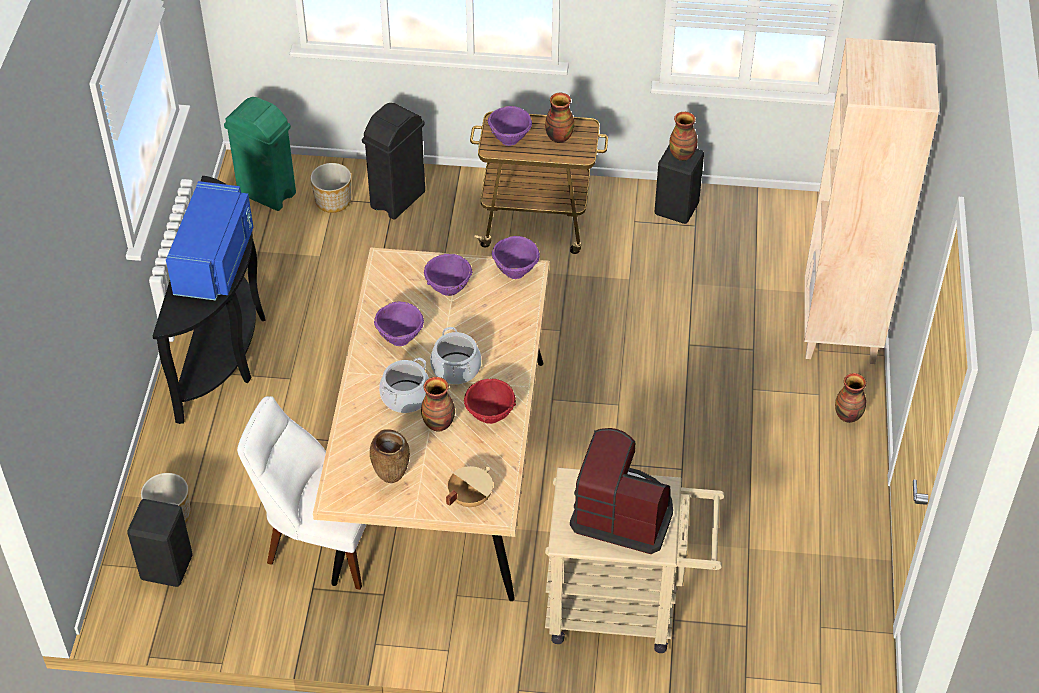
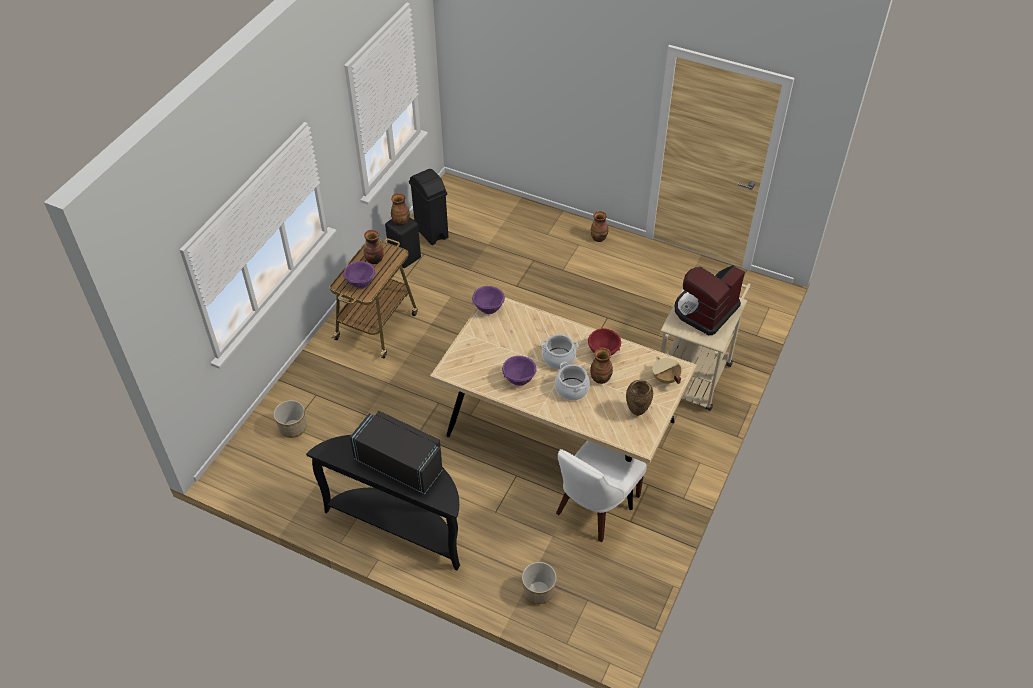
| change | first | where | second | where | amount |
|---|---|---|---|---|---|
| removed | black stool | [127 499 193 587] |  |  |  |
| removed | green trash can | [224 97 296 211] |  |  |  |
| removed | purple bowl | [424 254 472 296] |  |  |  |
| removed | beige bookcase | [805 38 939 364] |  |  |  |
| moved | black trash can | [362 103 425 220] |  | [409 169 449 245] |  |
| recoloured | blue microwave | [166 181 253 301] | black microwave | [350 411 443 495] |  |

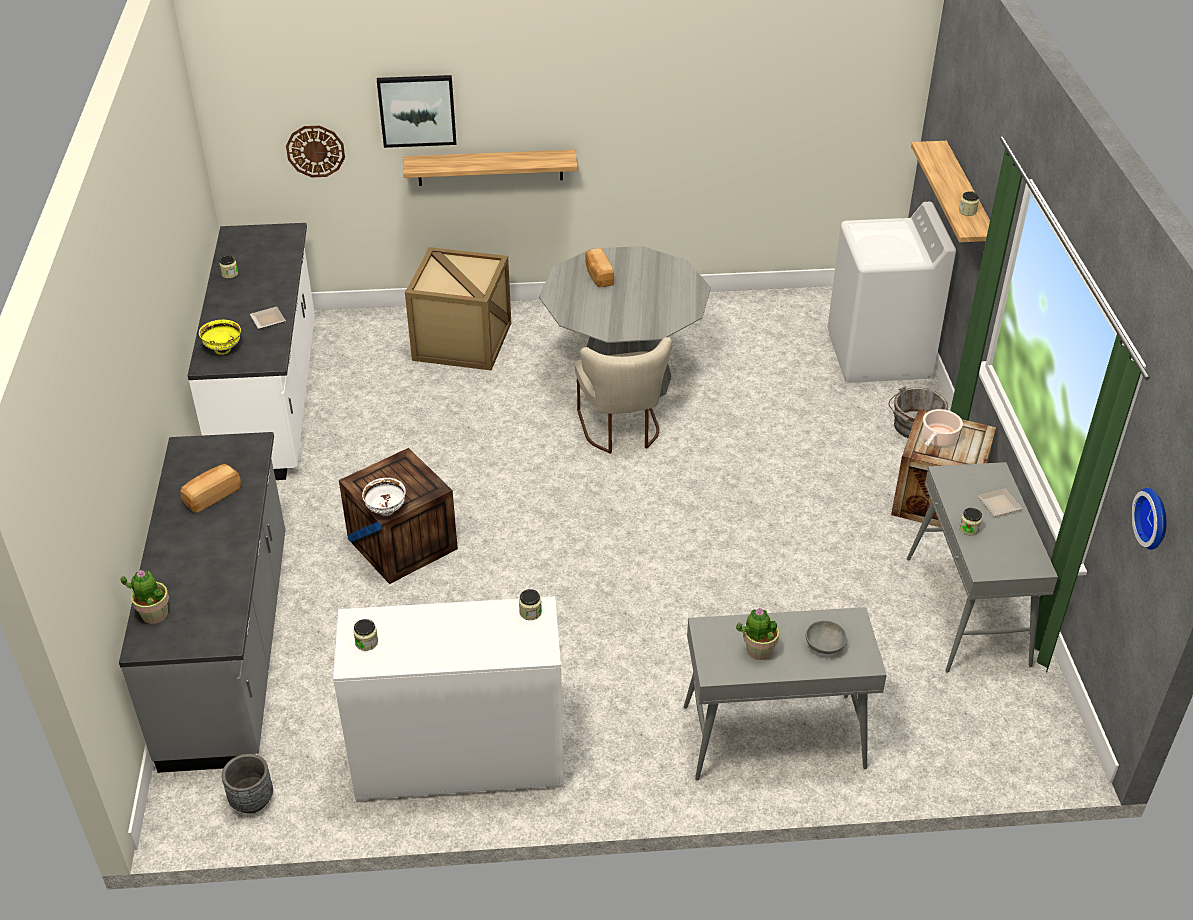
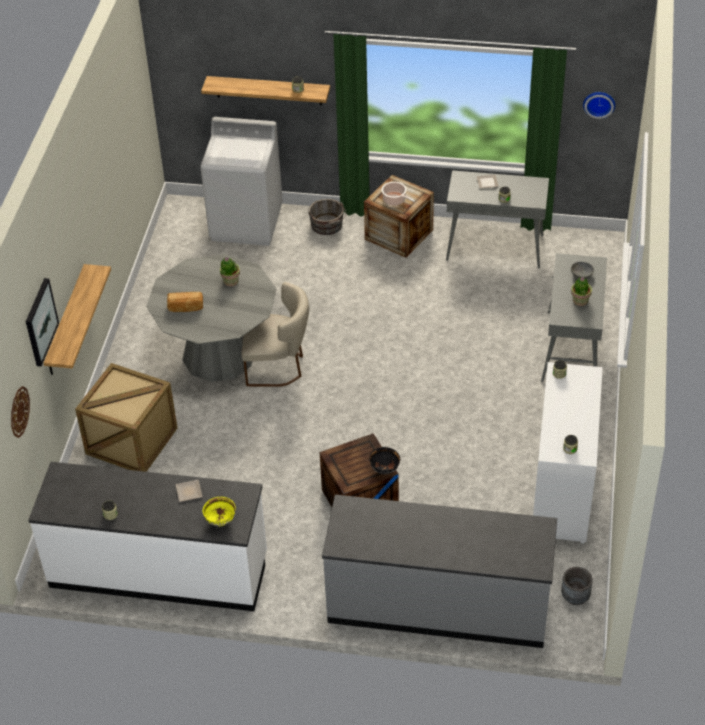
| change | first | where | second | where | amount |
|---|---|---|---|---|---|
| removed | bread | [180 464 241 513] |  |  |  |
| moved | potted plant | [121 570 169 624] |  | [220 257 240 286] |  |
| recoloured | white bowl | [362 478 406 516] | black bowl | [369 447 400 474] |  |

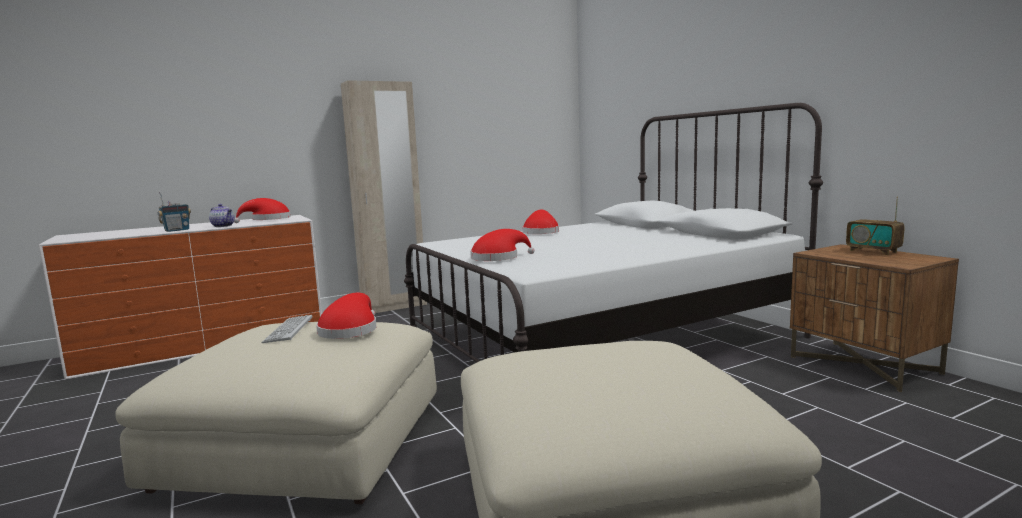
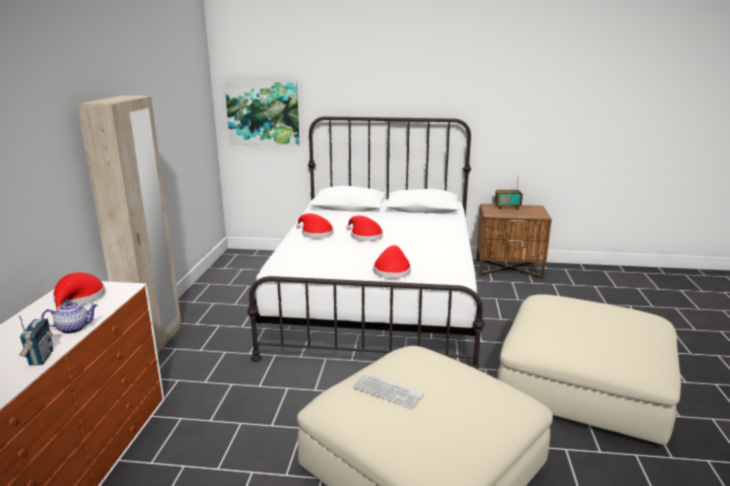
| change | first | where | second | where | amount |
|---|---|---|---|---|---|
| added |  |  | picture | [225 81 300 146] |  |
| moved | red hat | [316 293 376 339] |  | [346 216 383 241] |  |

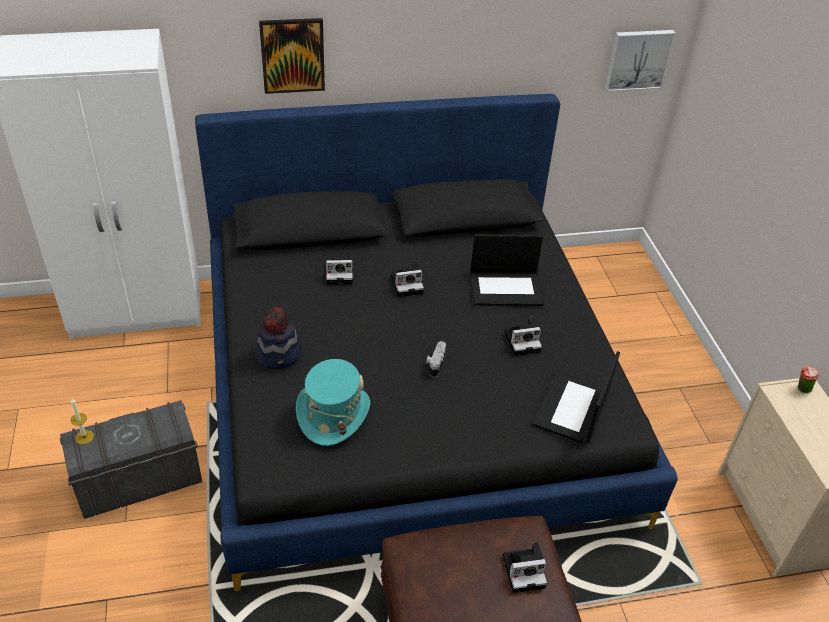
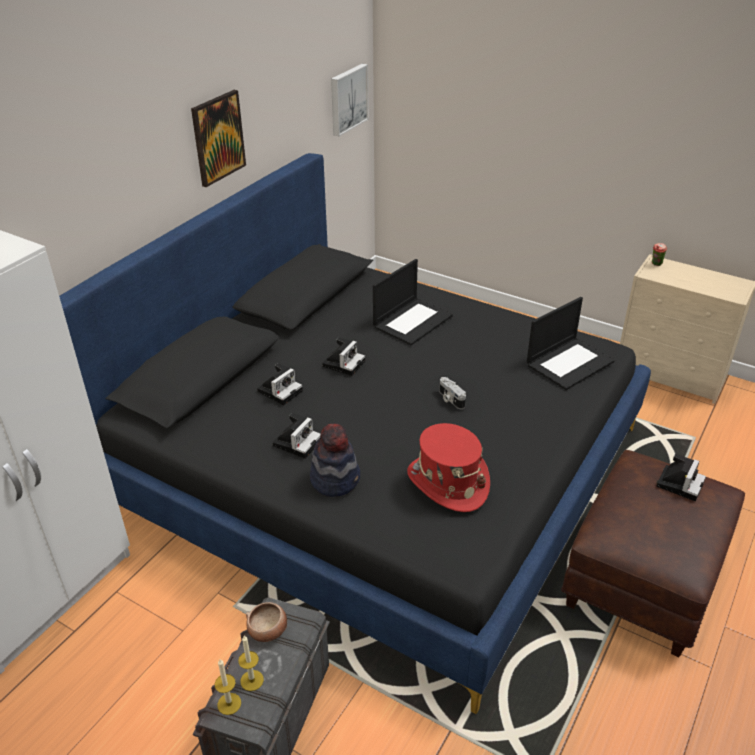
| change | first | where | second | where | amount |
|---|---|---|---|---|---|
| added |  |  | candle | [238 636 264 691] |  |
| added |  |  | bowl | [246 602 287 642] |  |
| moved | picture | [259 18 325 94] |  | [191 90 246 187] |  |
| moved | photo camera | [504 317 542 356] |  | [273 413 321 459] |  |
| recoloured | turquoise hat | [296 359 370 446] | red hat | [407 423 490 512] |  |
| turned | laptop | [532 351 620 444] |  | [527 297 615 390] | 105 degrees counterclockwise |

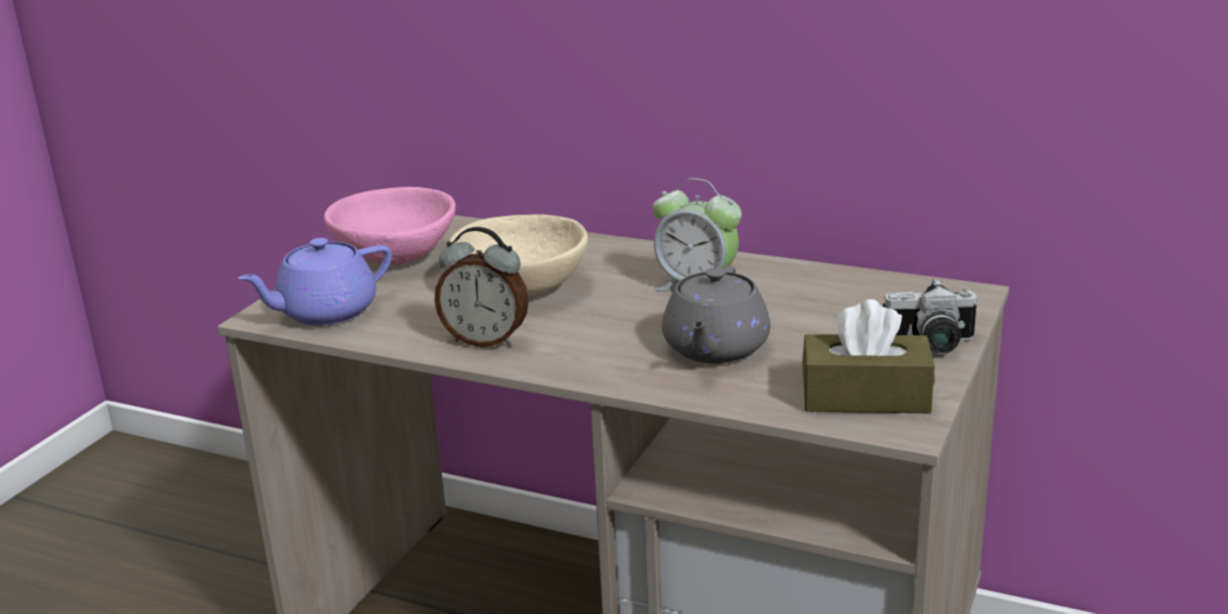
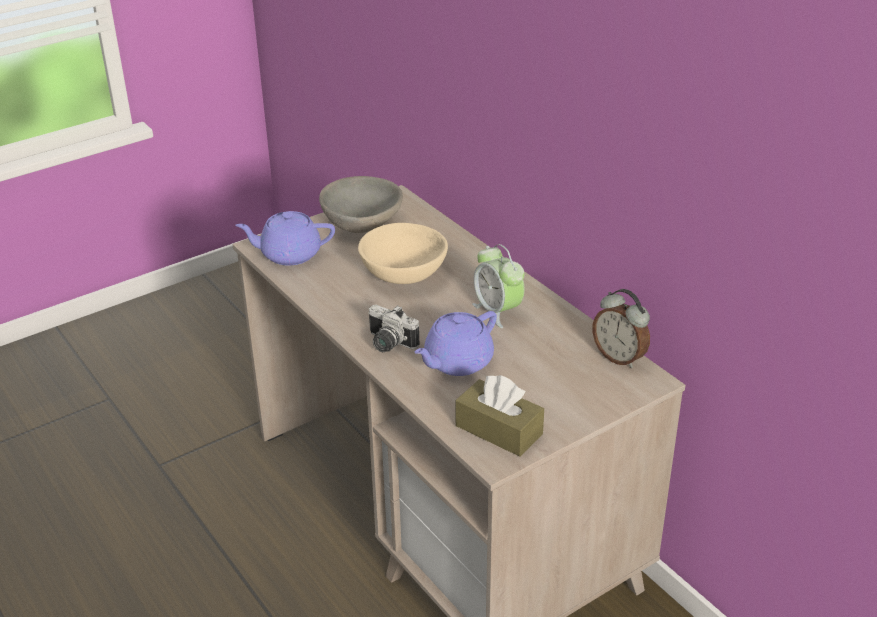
| change | first | where | second | where | amount |
|---|---|---|---|---|---|
| moved | alarm clock | [434 227 529 347] |  | [593 289 650 368] |  |
| moved | photo camera | [883 279 977 353] |  | [368 305 419 352] |  |
| recoloured | pink bowl | [324 187 456 265] | grey bowl | [319 176 403 233] |  |
| recoloured | grey teapot | [662 266 770 364] | purple teapot | [414 311 497 376] |  |

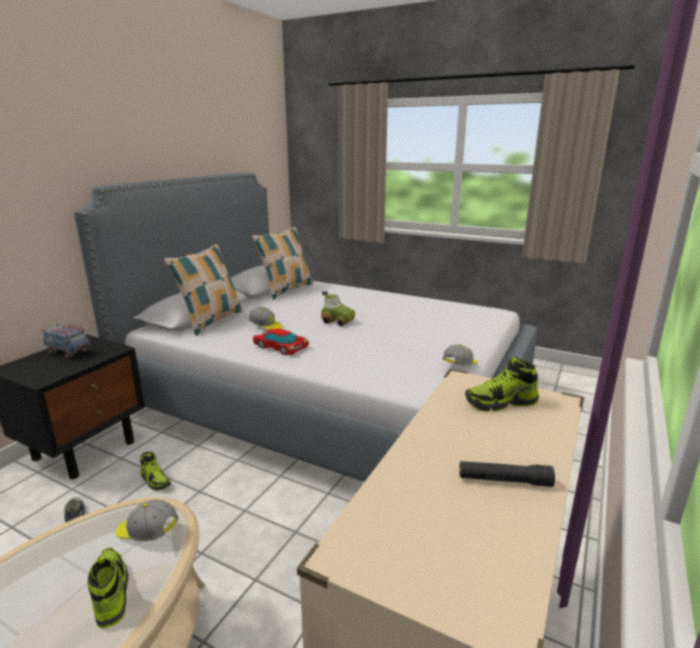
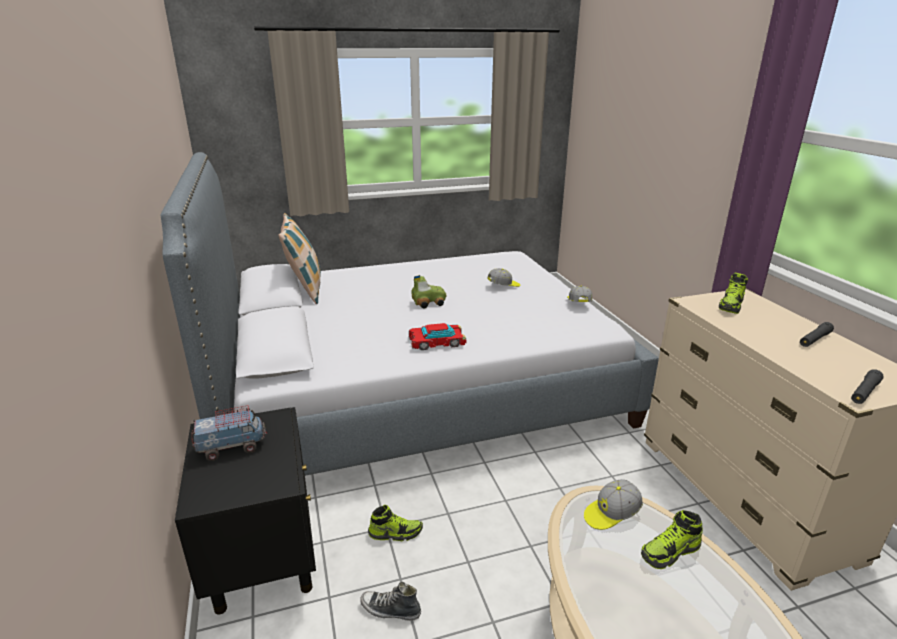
| change | first | where | second | where | amount |
|---|---|---|---|---|---|
| removed | pillow | [164 244 243 336] |  |  |  |
| added |  |  | black flashlight | [851 369 884 404] |  |
| moved | cap | [249 307 283 330] |  | [487 268 520 287] |  |
| turned | shoe | [87 548 129 628] |  | [641 510 703 569] | 45 degrees counterclockwise |

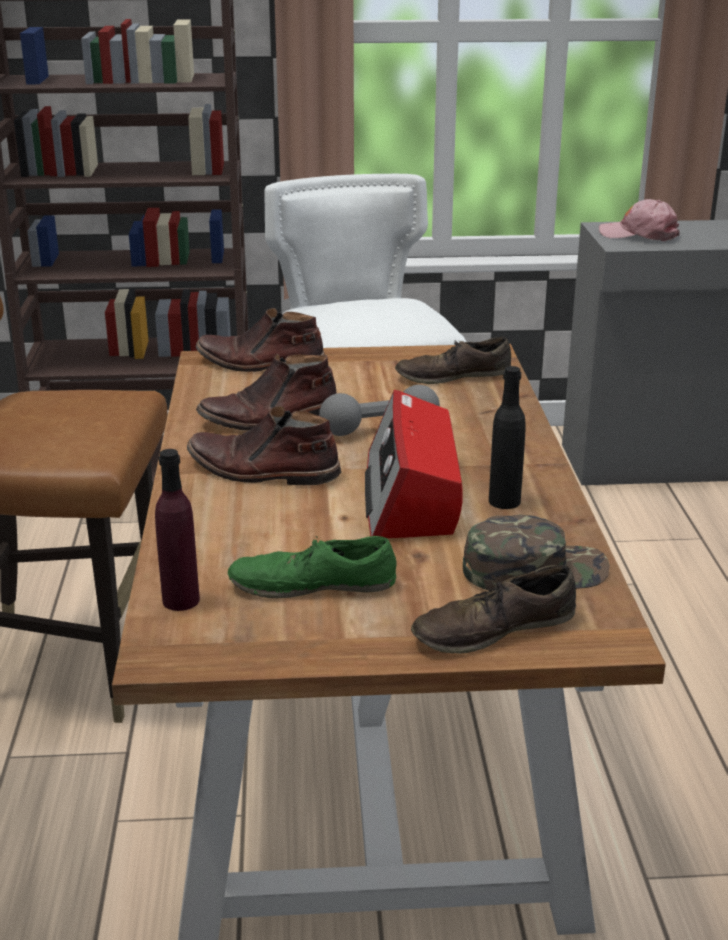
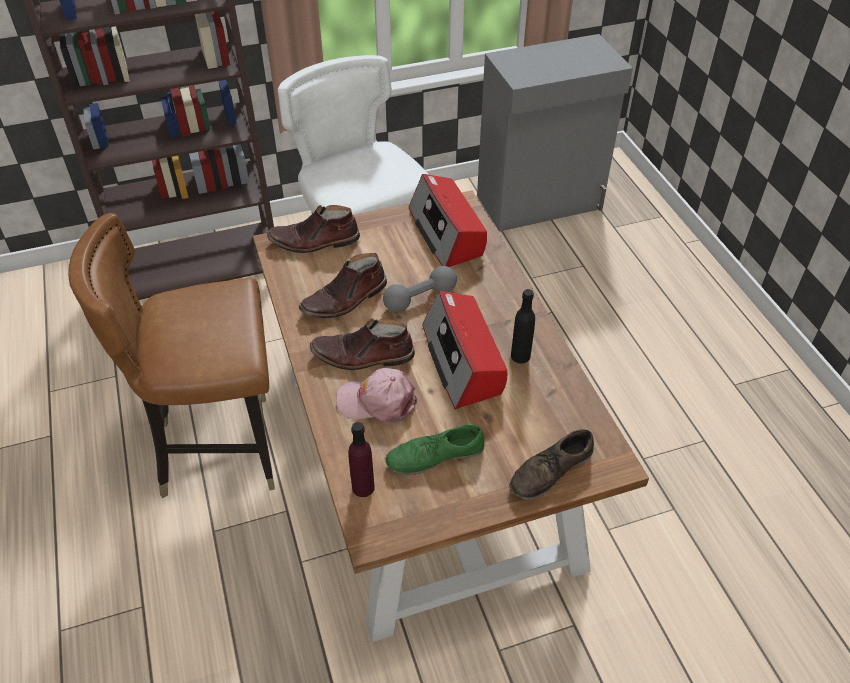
| change | first | where | second | where | amount |
|---|---|---|---|---|---|
| removed | green cap | [463 515 610 591] |  |  |  |
| moved | pink cap | [599 199 680 241] |  | [336 368 417 423] |  |
| replaced | brown shoe | [395 337 511 384] | radio | [409 174 487 267] |  |

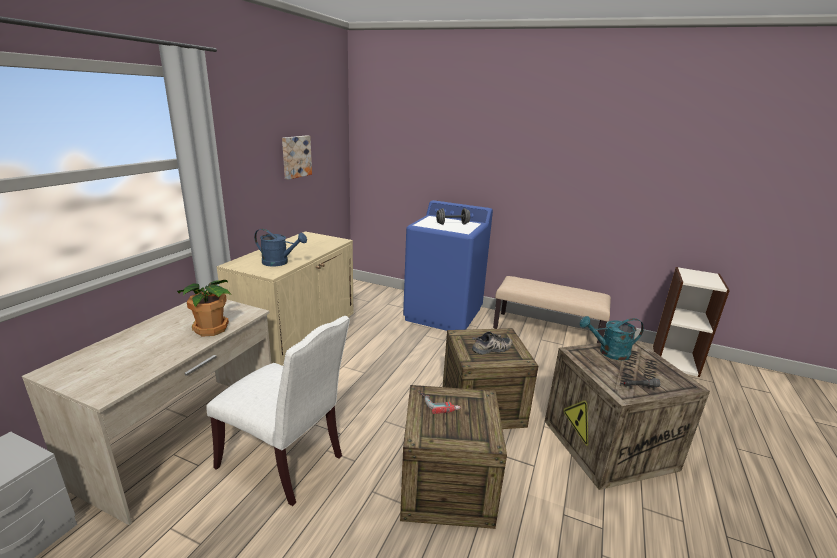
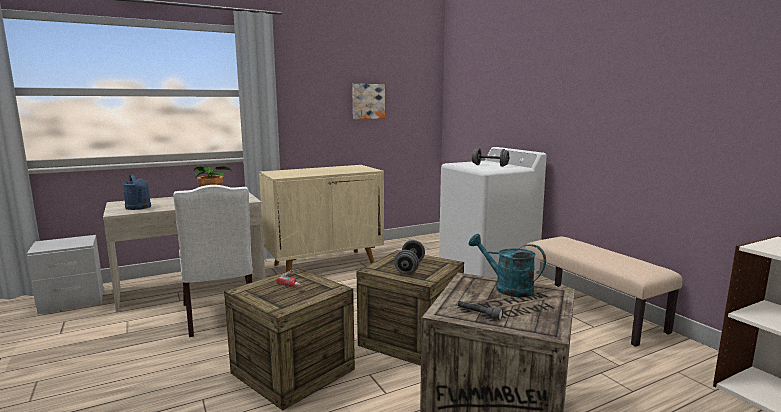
| change | first | where | second | where | amount |
|---|---|---|---|---|---|
| moved | blue watering can | [254 229 307 266] |  | [122 174 151 210] |  |
| replaced | shoe | [472 331 512 354] | grey dumbbell | [394 240 425 274] |  |
| recoloured | blue washing machine | [403 200 493 331] | white washing machine | [439 147 546 278] |  |

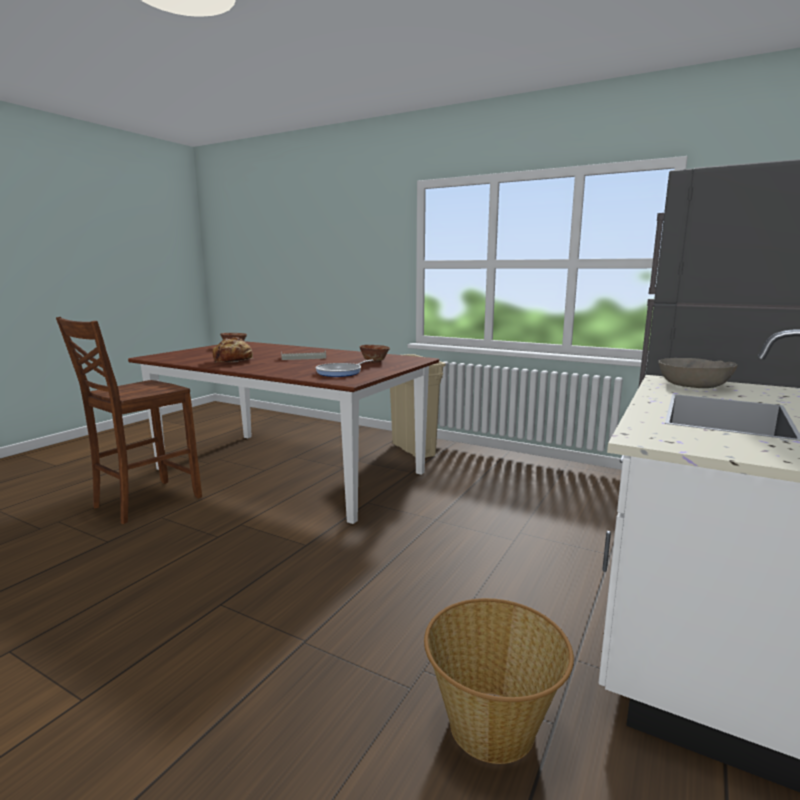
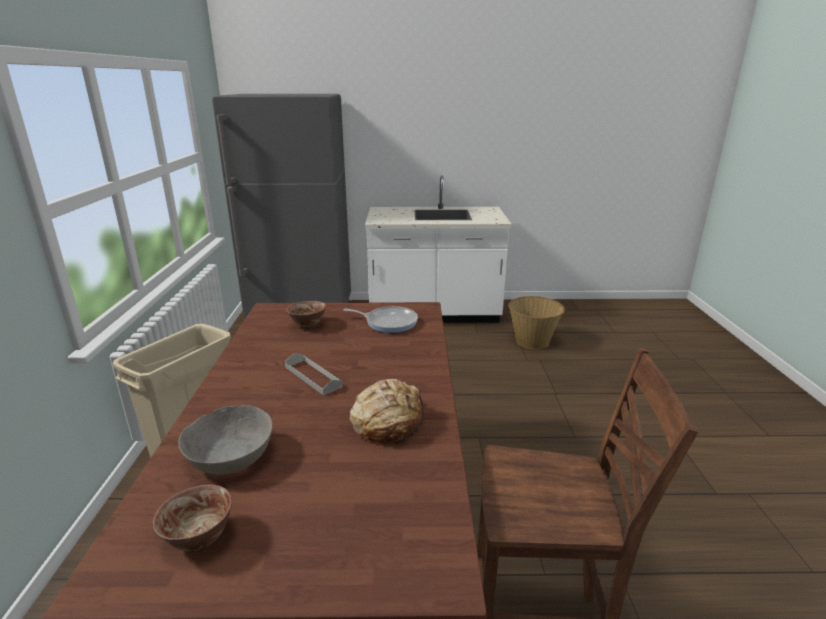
| change | first | where | second | where | amount |
|---|---|---|---|---|---|
| moved | grey bowl | [659 358 738 388] |  | [178 405 272 475] |  |

